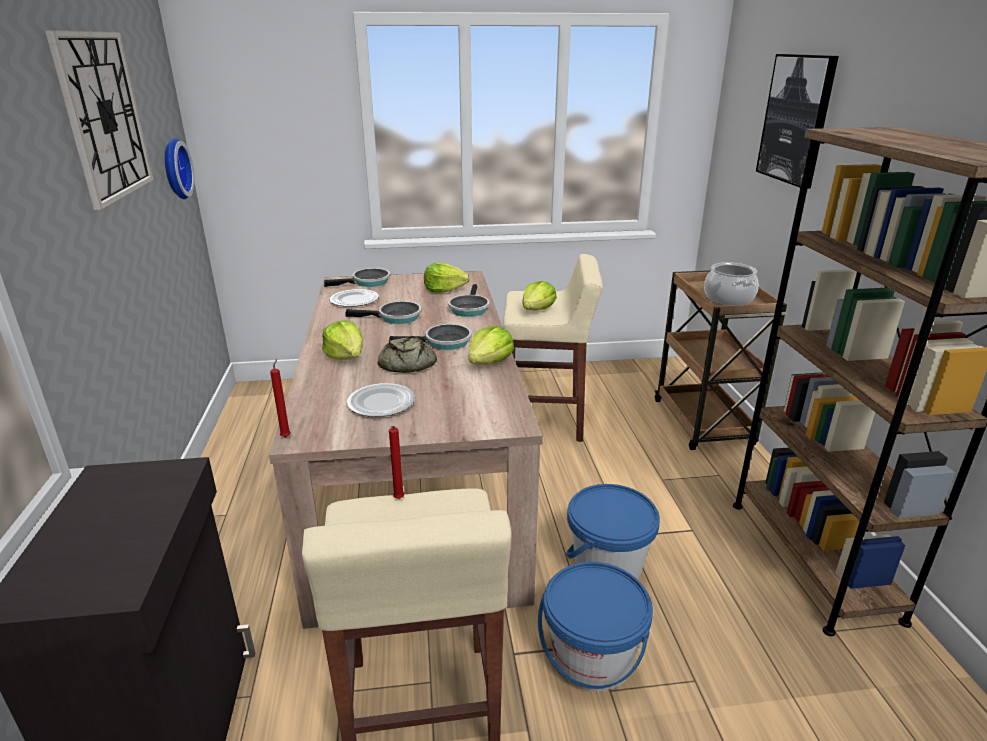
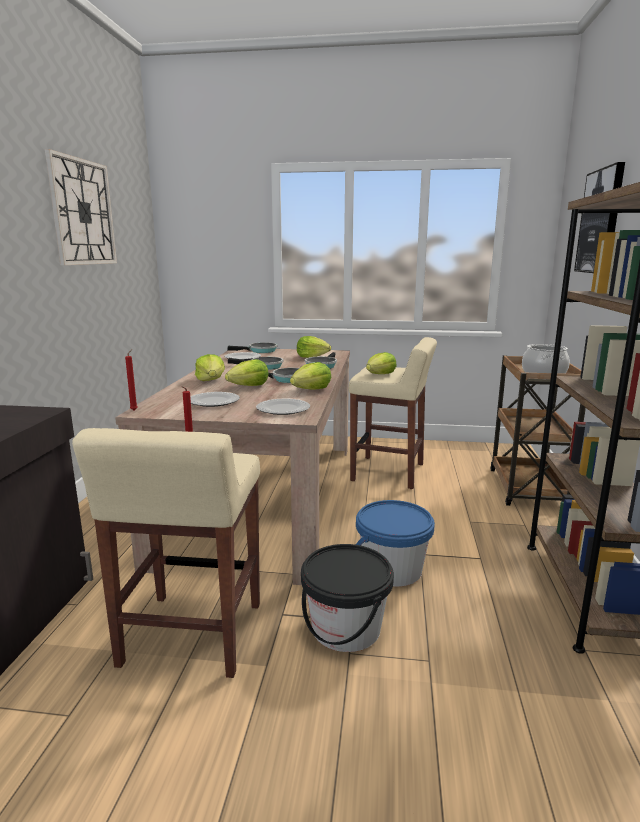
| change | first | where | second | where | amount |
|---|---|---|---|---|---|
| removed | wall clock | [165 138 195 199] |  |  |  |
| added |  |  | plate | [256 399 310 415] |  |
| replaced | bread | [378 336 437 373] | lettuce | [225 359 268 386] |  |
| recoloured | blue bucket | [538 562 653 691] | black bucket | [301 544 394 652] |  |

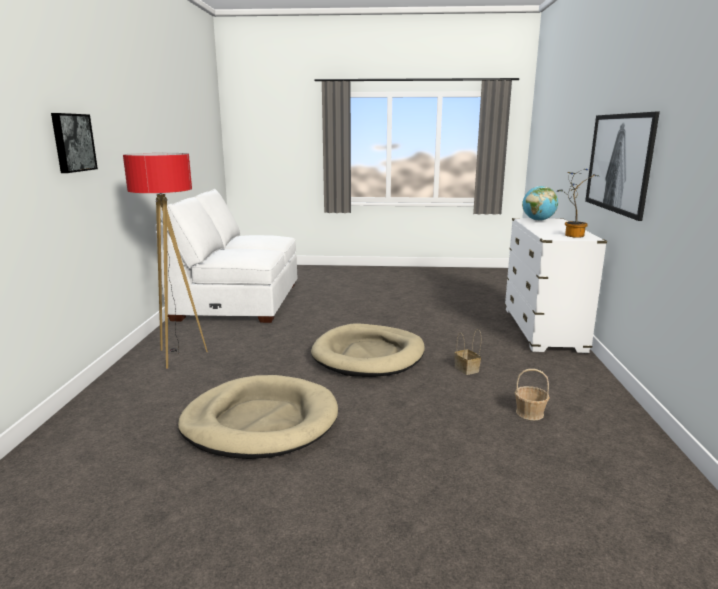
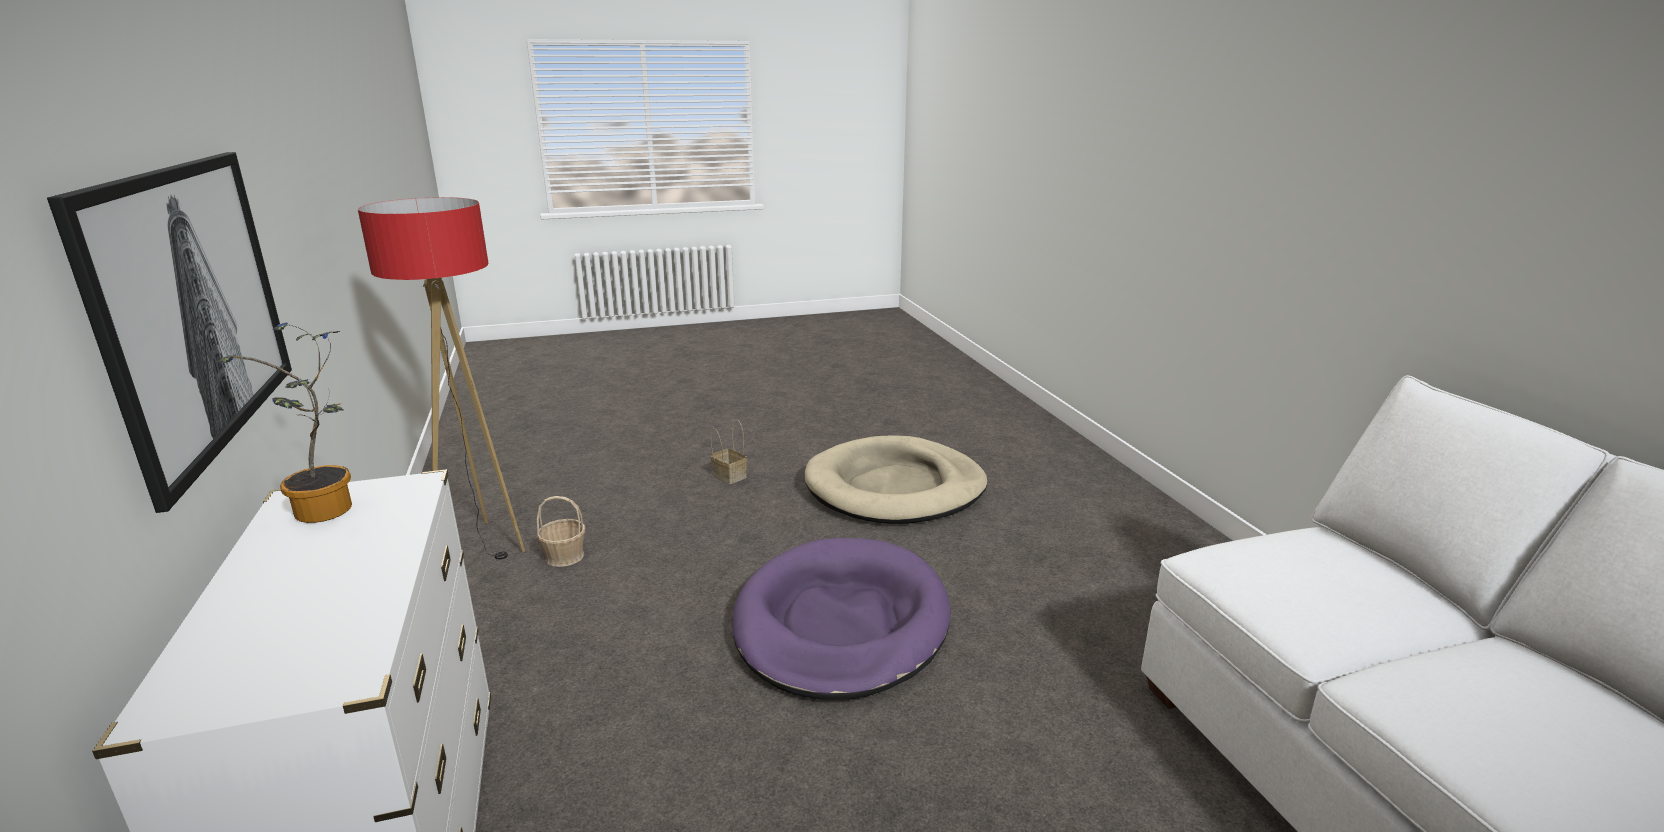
| change | first | where | second | where | amount |
|---|---|---|---|---|---|
| removed | picture | [51 113 98 173] |  |  |  |
| removed | globe | [522 186 558 221] |  |  |  |
| moved | floor lamp | [123 153 208 369] |  | [358 197 525 560] |  |
| moved | basket | [454 329 481 375] |  | [710 420 747 484] |  |
| recoloured | beige dog bed | [311 323 425 377] | purple dog bed | [732 538 951 700] |  |

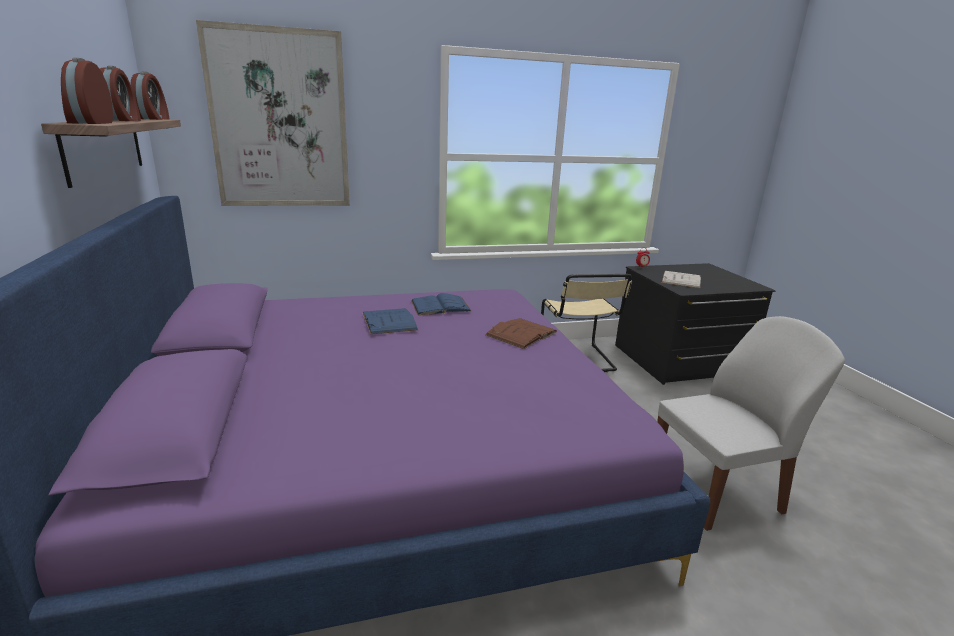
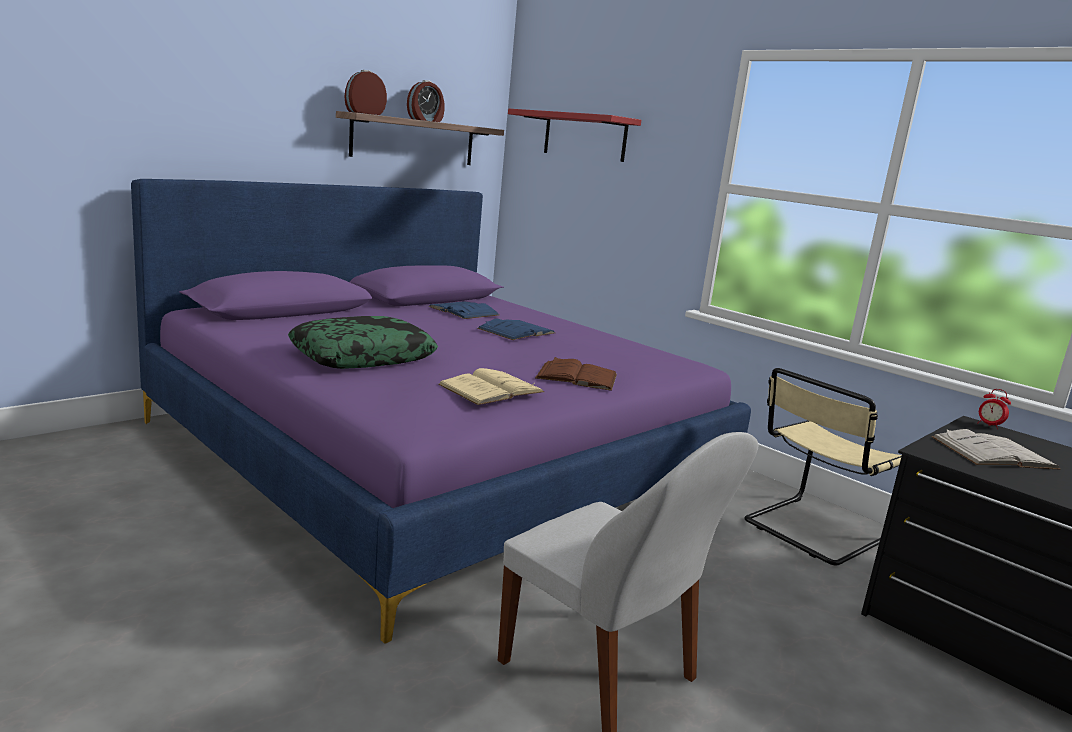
| change | first | where | second | where | amount |
|---|---|---|---|---|---|
| removed | alarm clock | [130 71 169 120] |  |  |  |
| added |  |  | pillow | [288 316 438 369] |  |
| added |  |  | beige book | [438 368 545 405] |  |
| moved | blue book | [411 293 472 315] |  | [429 301 499 319] |  |
| replaced | picture | [196 20 350 206] | red shelf | [508 109 641 162] |  |

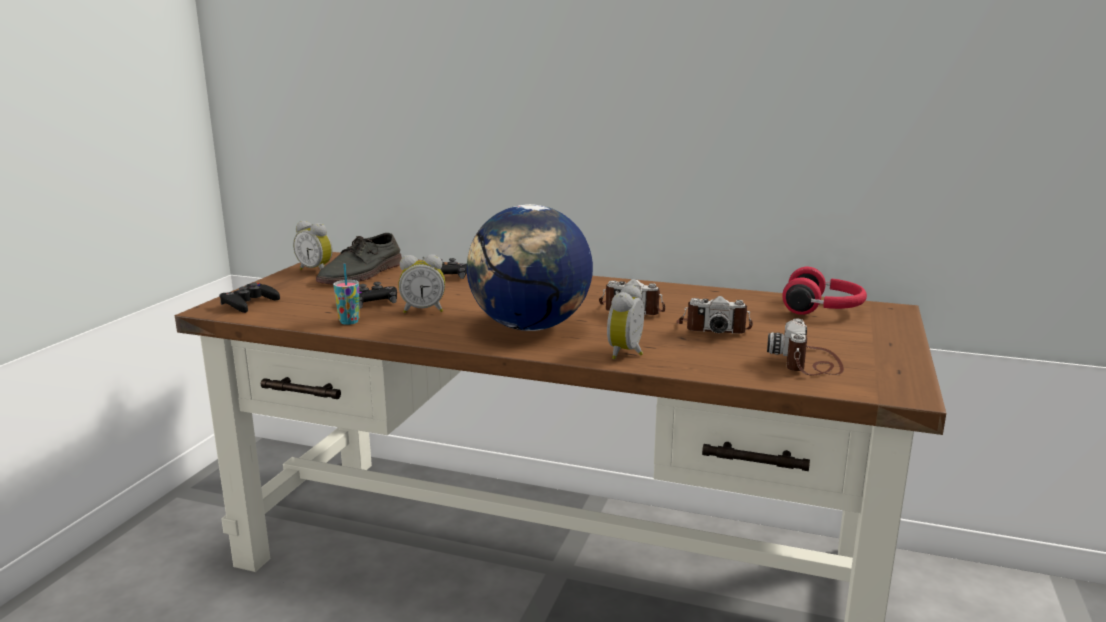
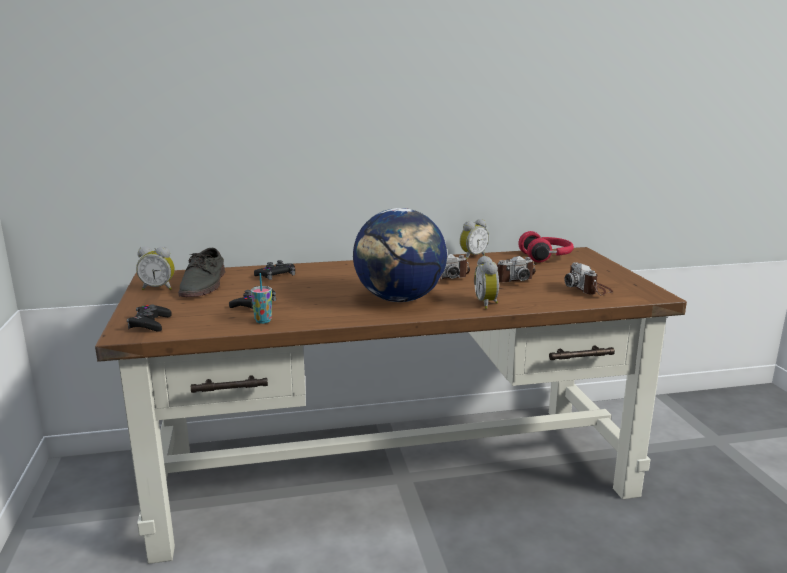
| change | first | where | second | where | amount |
|---|---|---|---|---|---|
| moved | alarm clock | [398 254 445 313] |  | [460 219 489 259] |  |

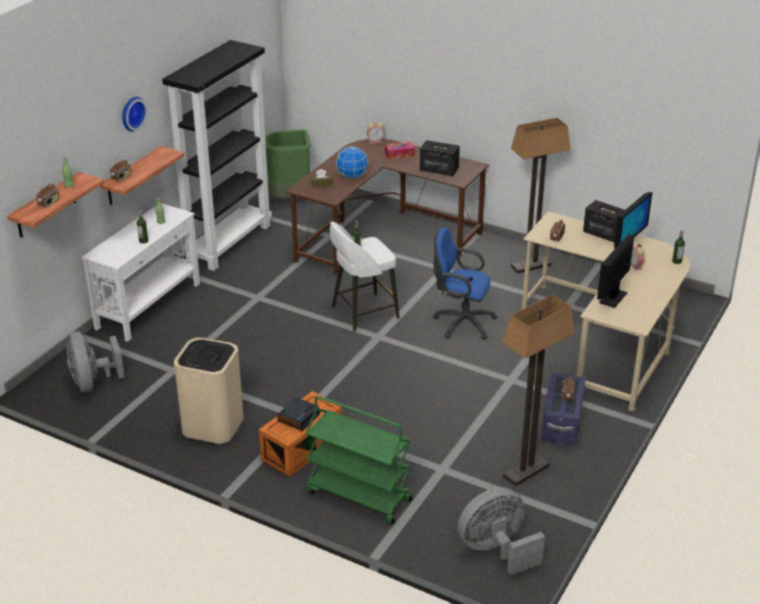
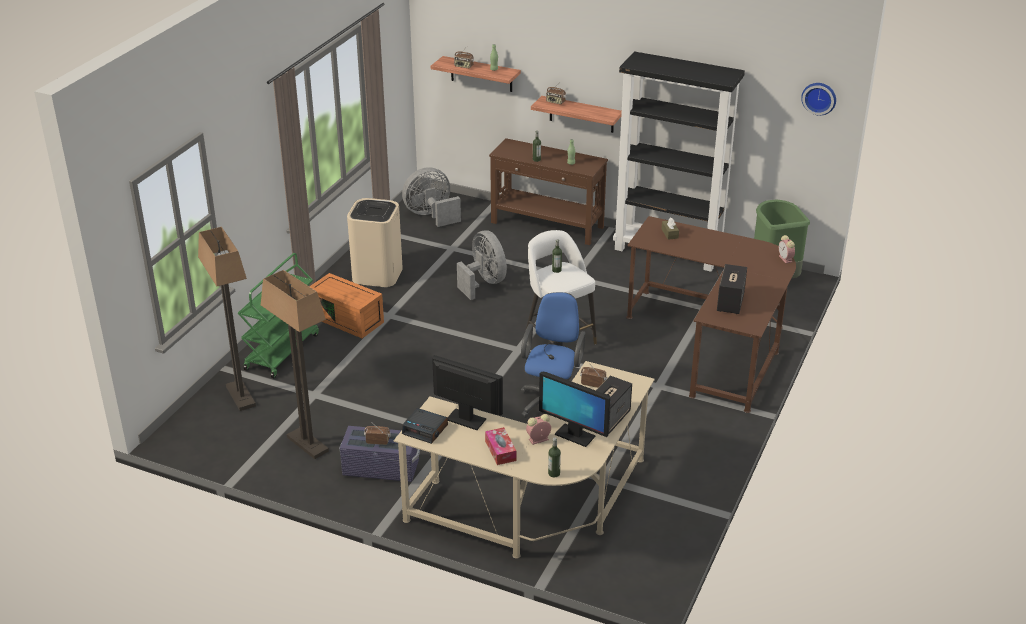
| change | first | where | second | where | amount |
|---|---|---|---|---|---|
| removed | globe | [336 146 368 179] |  |  |  |
| moved | wall clock | [122 97 147 132] |  | [801 83 836 115] |  |
| moved | alarm clock | [277 397 320 431] |  | [402 408 448 444] |  |
| moved | tissue box | [385 142 415 159] |  | [485 427 517 465] |  |
| moved | grey fan | [458 487 545 575] |  | [457 230 507 300] |  |
| moved | floor lamp | [511 118 570 273] |  | [198 227 256 411] |  |
| recoloured | white console table | [81 203 200 342] | brown console table | [489 138 608 245] |  |

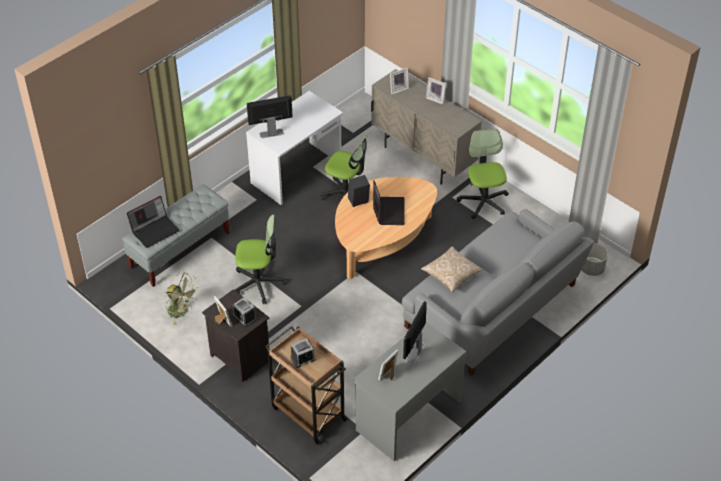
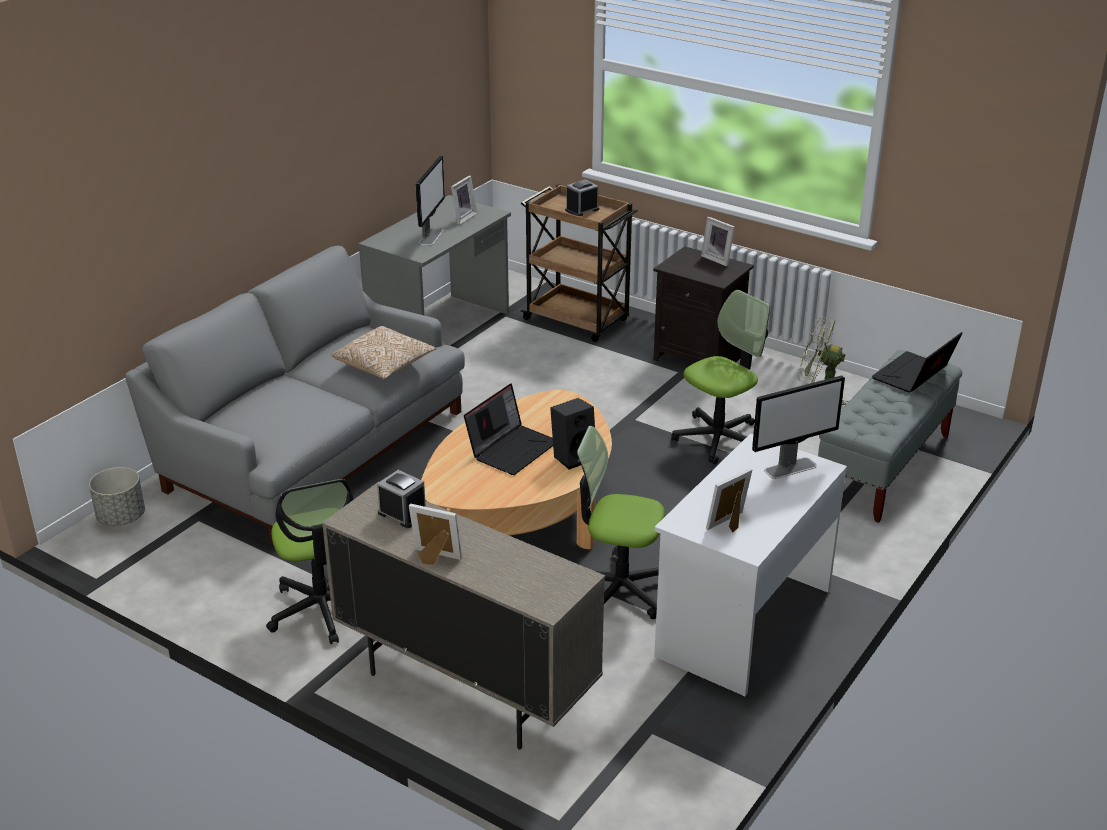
| change | first | where | second | where | amount |
|---|---|---|---|---|---|
| moved | alarm clock | [232 297 256 327] |  | [377 470 426 528] |  |
| moved | picture frame | [390 68 409 94] |  | [706 468 752 533] |  |
| turned | office chair | [235 214 287 304] |  | [671 290 770 465] | 150 degrees clockwise |
| turned | laptop | [373 181 405 225] |  | [464 384 553 475] | 135 degrees counterclockwise |

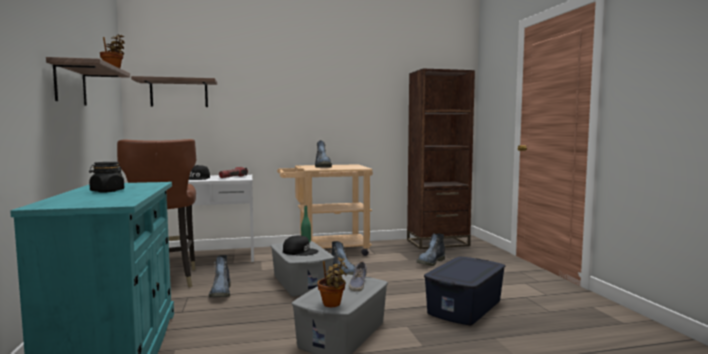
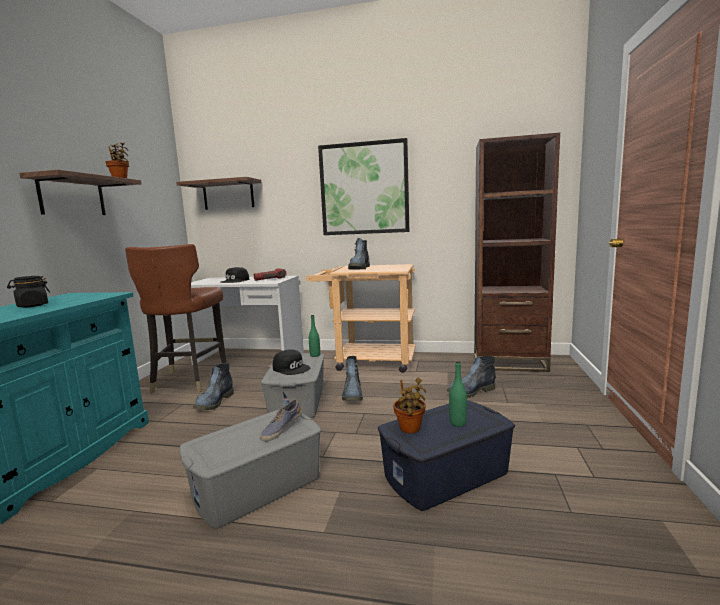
| change | first | where | second | where | amount |
|---|---|---|---|---|---|
| added |  |  | picture | [318 138 409 235] |  |
| added |  |  | green bottle | [449 361 467 427] |  |
| moved | potted plant | [318 257 348 307] |  | [393 378 426 433] |  |

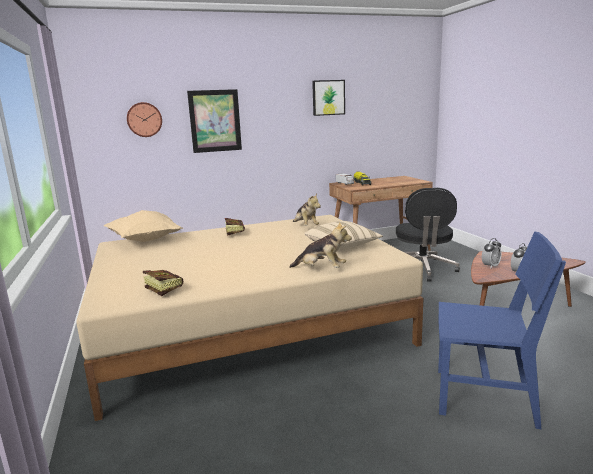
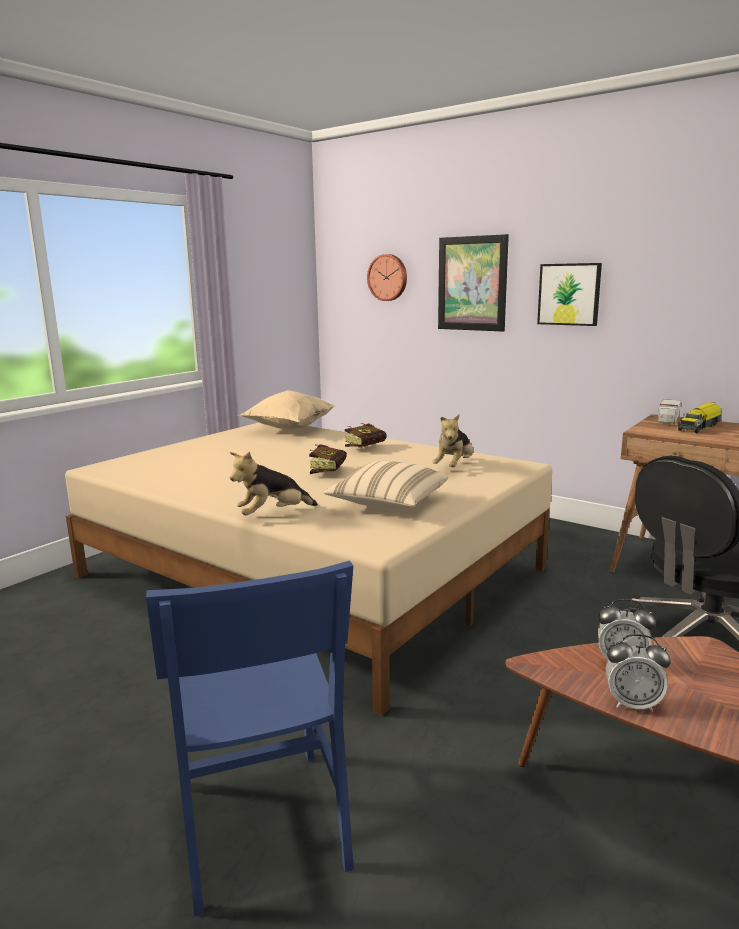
| change | first | where | second | where | amount |
|---|---|---|---|---|---|
| moved | book | [143 270 183 296] |  | [309 444 347 474] |  |
| moved | picture | [312 80 345 116] |  | [537 263 602 326] |  |
| turned | plush toy | [289 221 352 268] |  | [230 452 318 515] | 75 degrees clockwise |

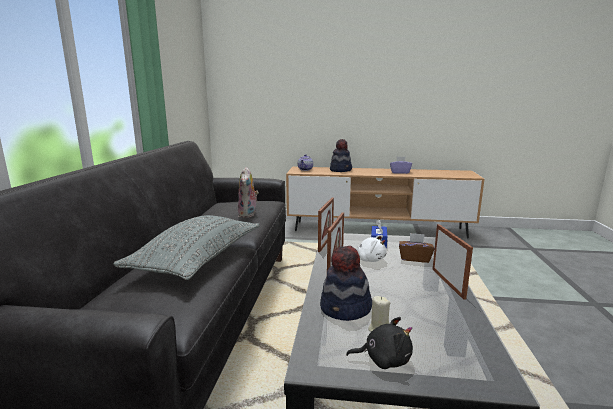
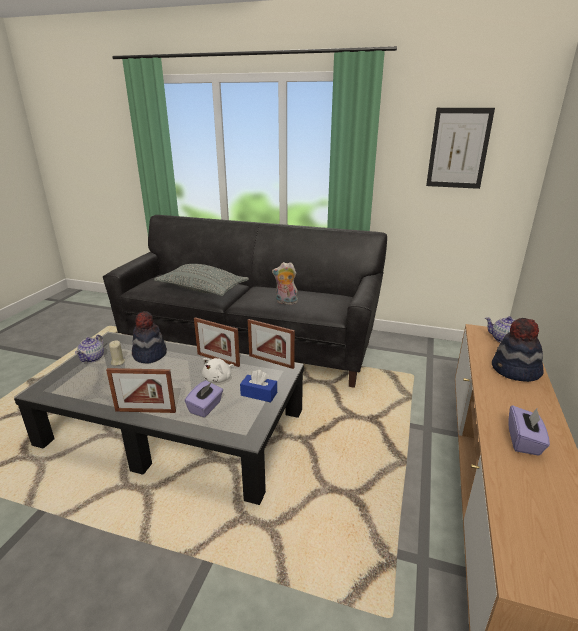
| change | first | where | second | where | amount |
|---|---|---|---|---|---|
| added |  |  | picture | [426 108 495 189] |  |
| replaced | black plush toy | [346 317 413 369] | teapot | [75 335 104 363] |  |
| recoloured | brown tissue box | [399 233 434 263] | purple tissue box | [185 380 223 417] |  |

